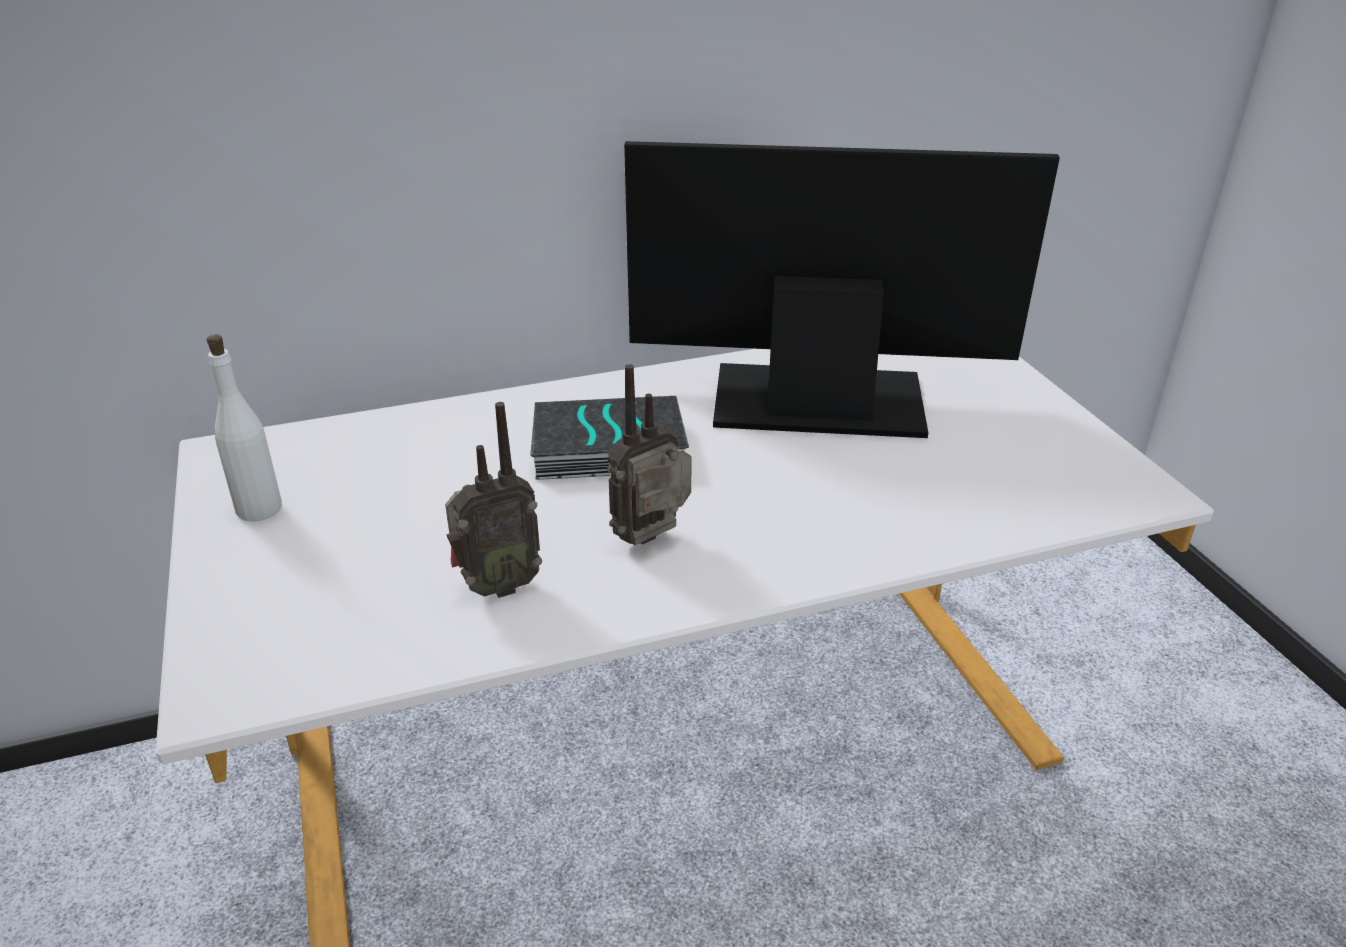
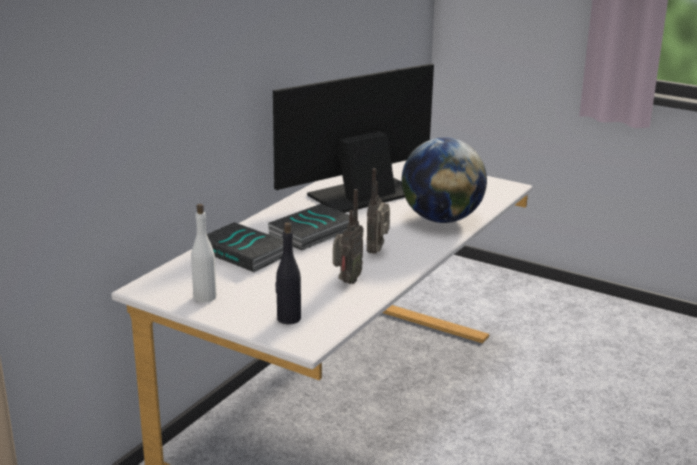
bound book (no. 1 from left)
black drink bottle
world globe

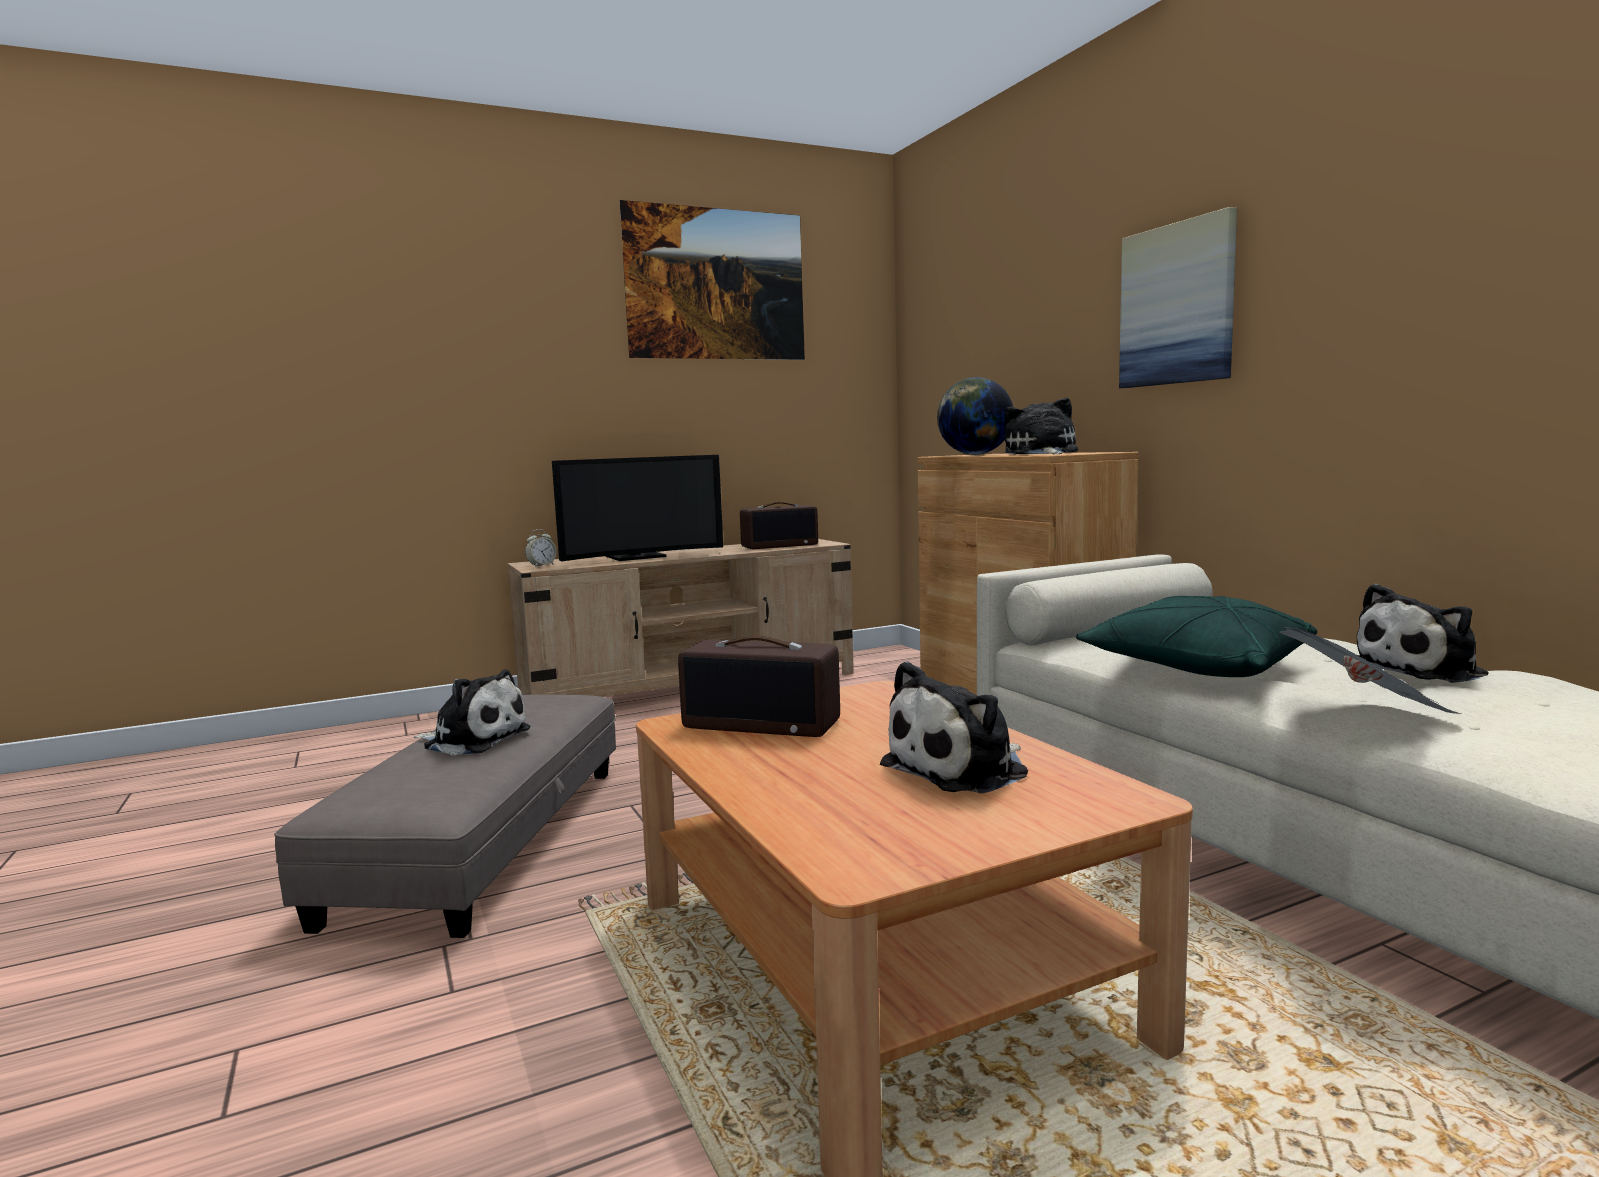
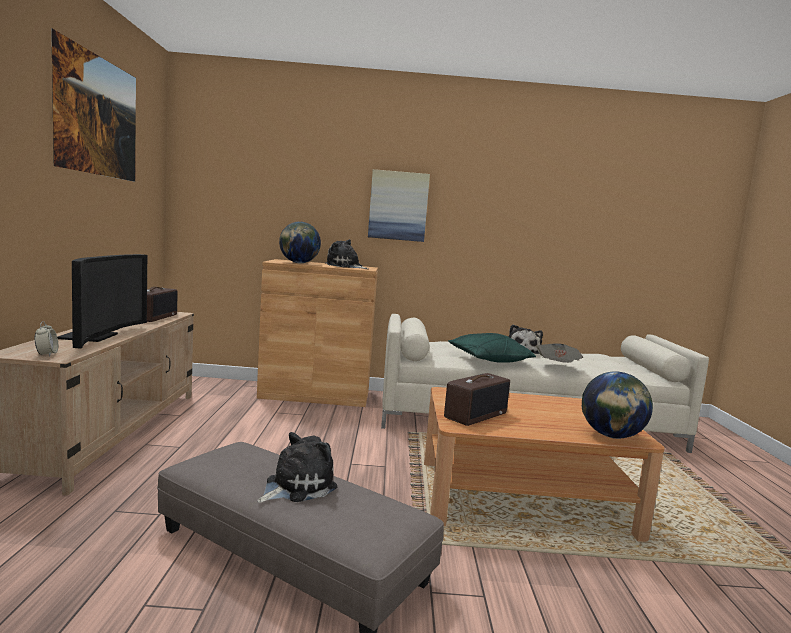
soft toy (no. 2 from left in the first image)
world globe (no. 2 from left)

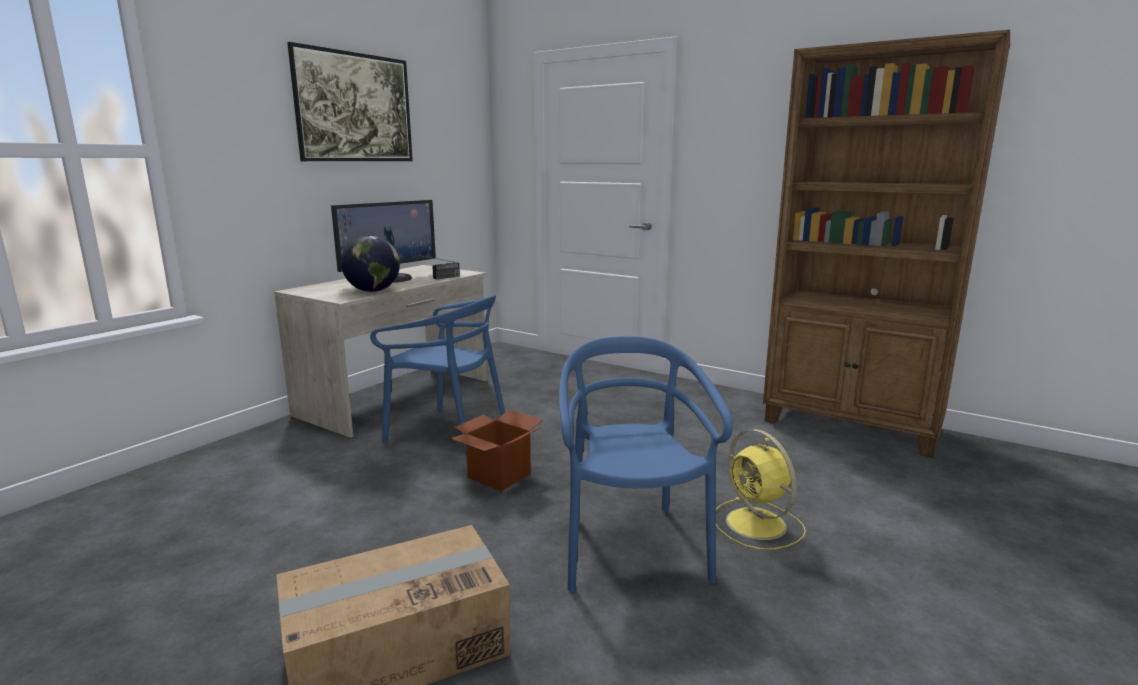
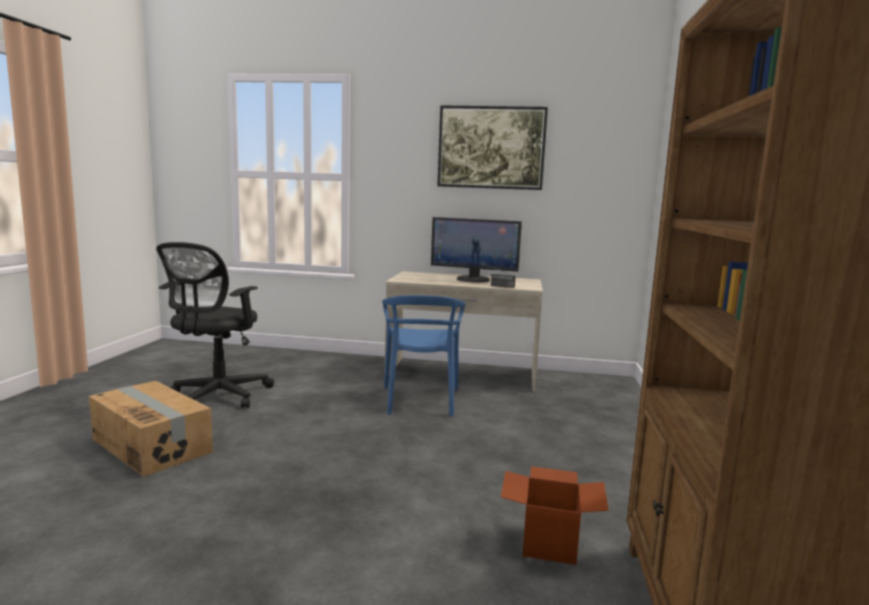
world globe
blue-coloured chair (no. 2 from left in the first image)
yellow-coloured electric fan
black desk chair
cardboard box (no. 2 from left)

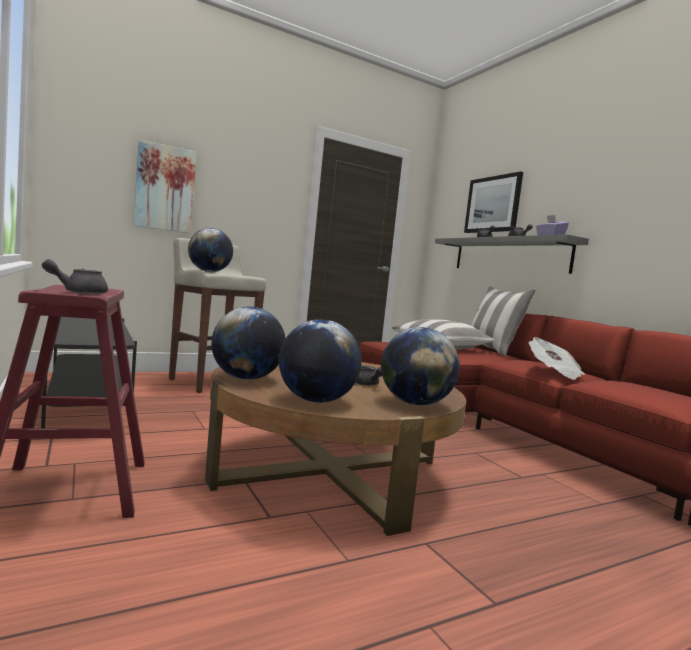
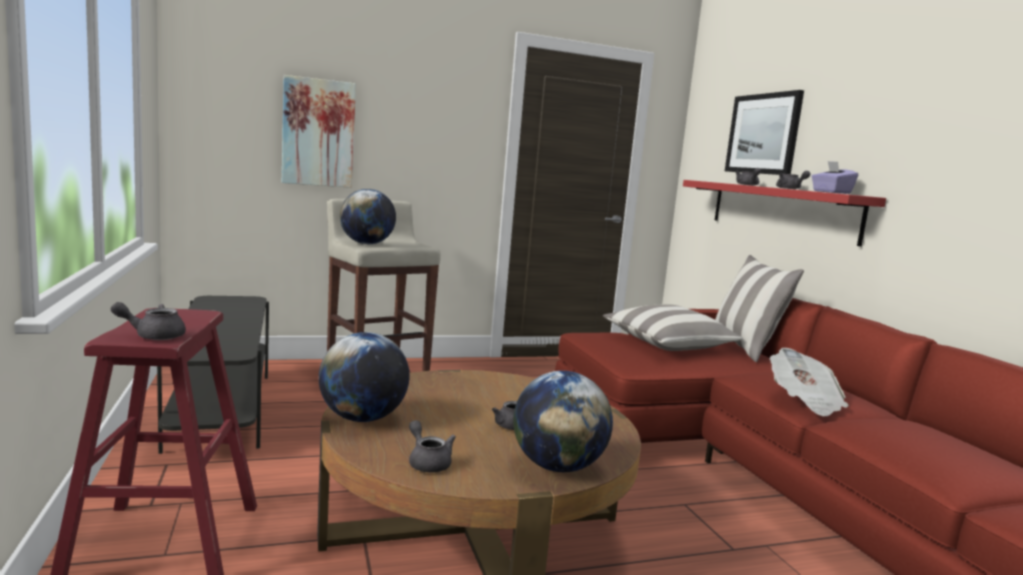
greyish teapot (no. 2 from left)
red-coloured shelf

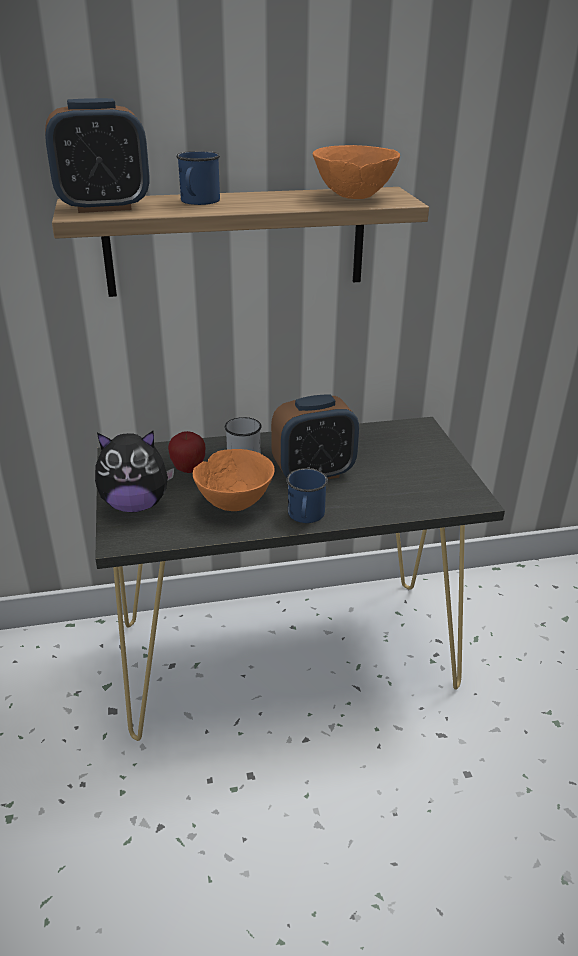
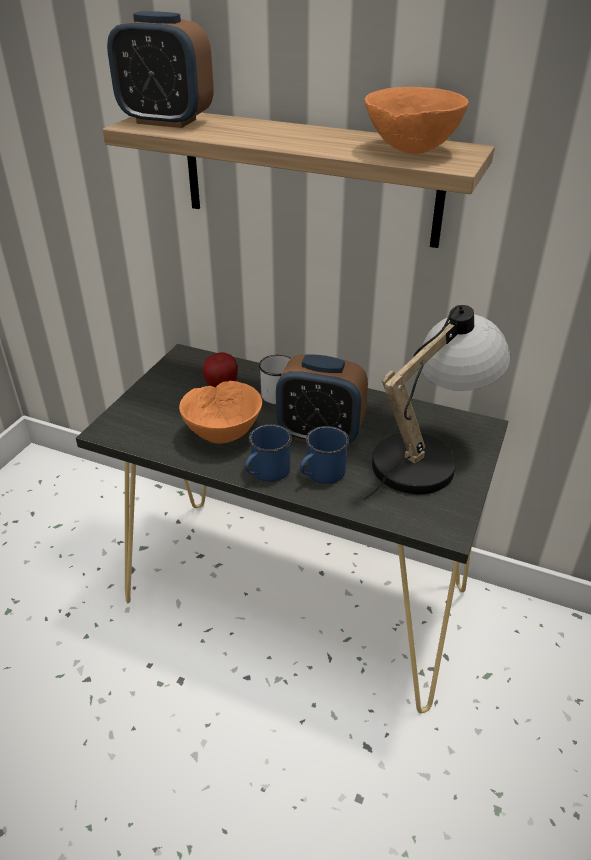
soft toy
table lamp
blue-coloured coffee mug (no. 2 from left)

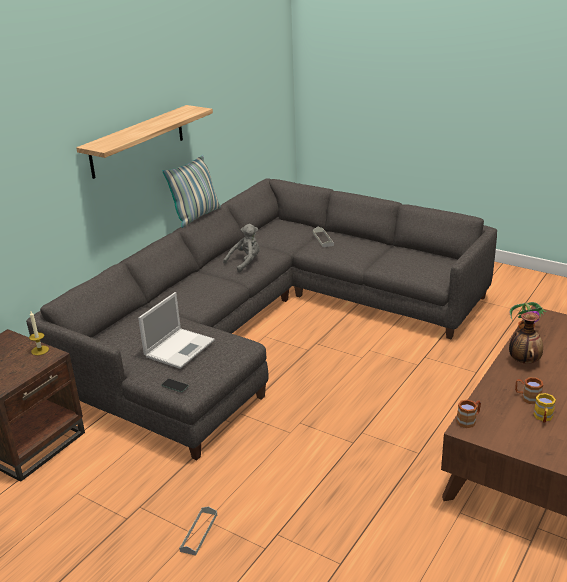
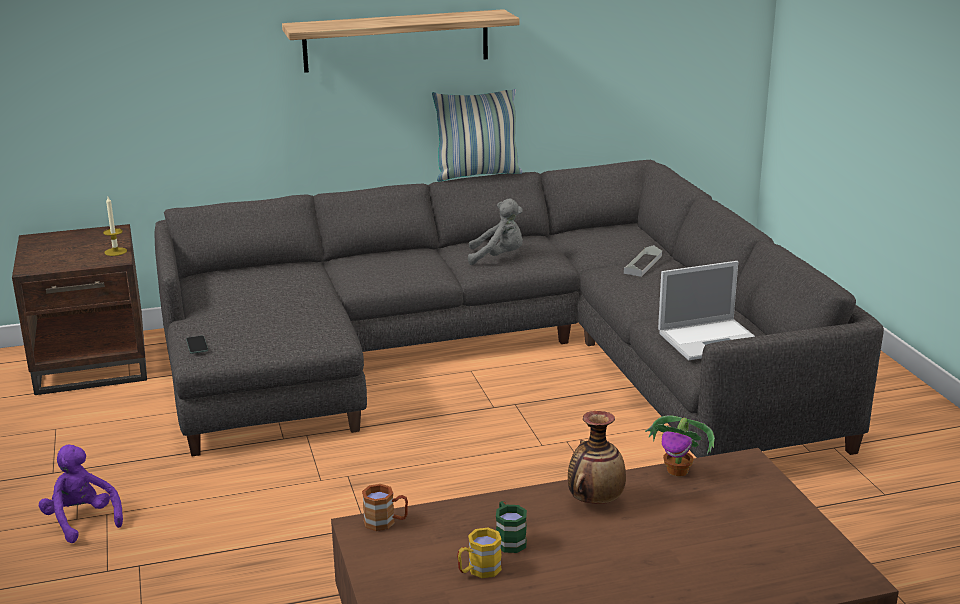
laptop
purplish soft toy
green coffee mug

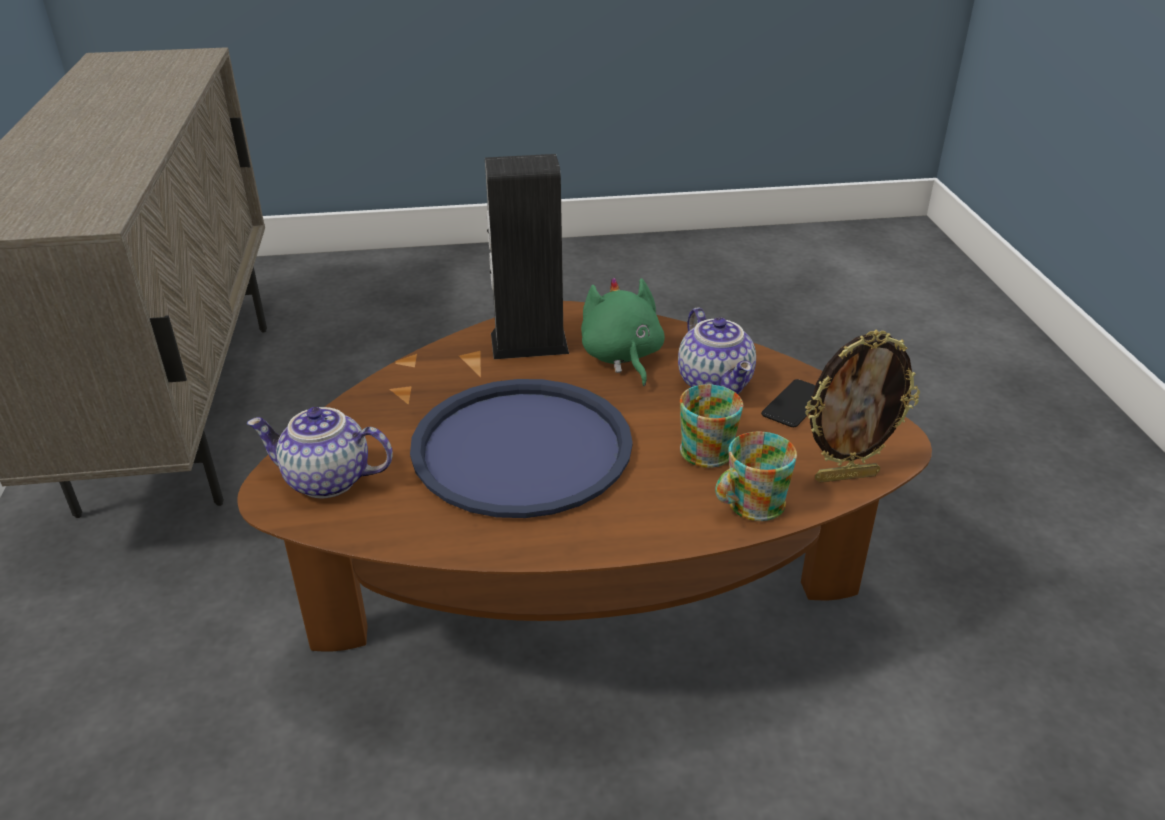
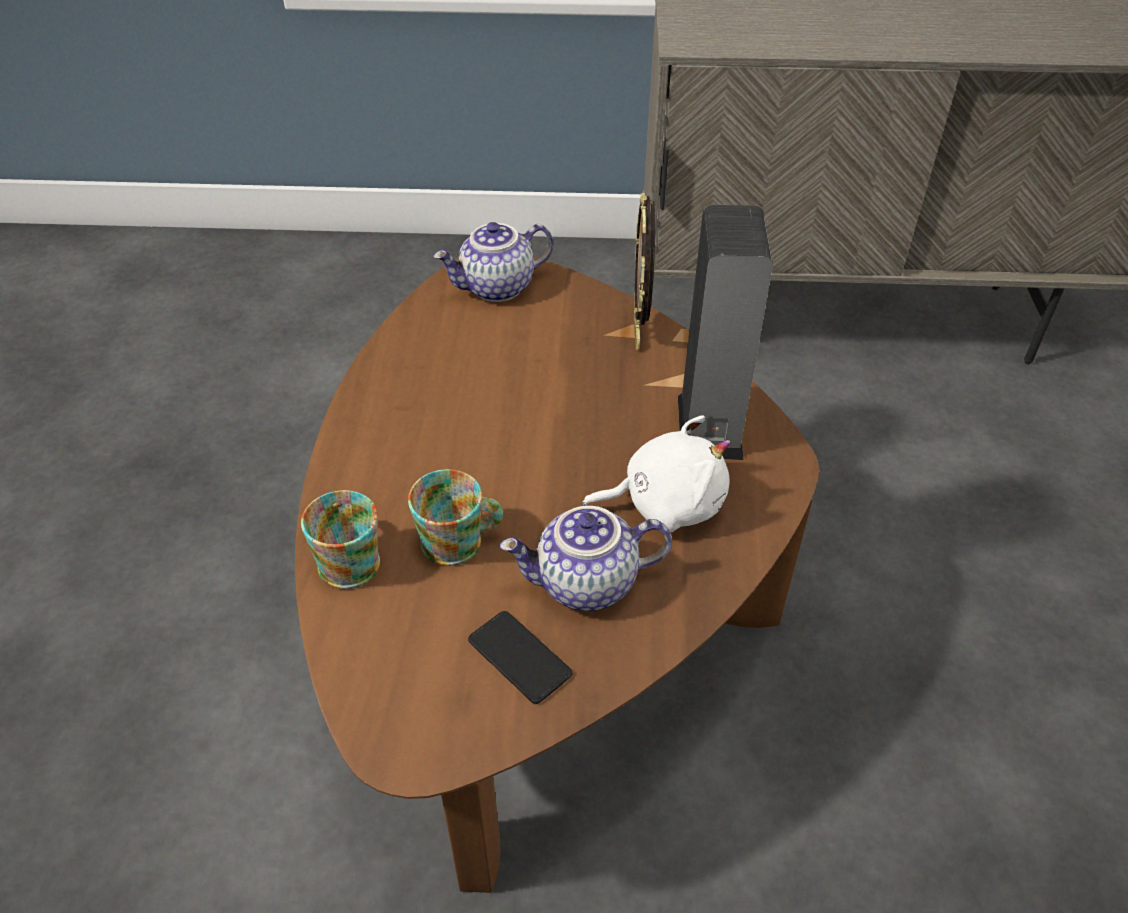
blue-coloured tray
photo frame
white-coloured soft toy
teapot (no. 1 from left)

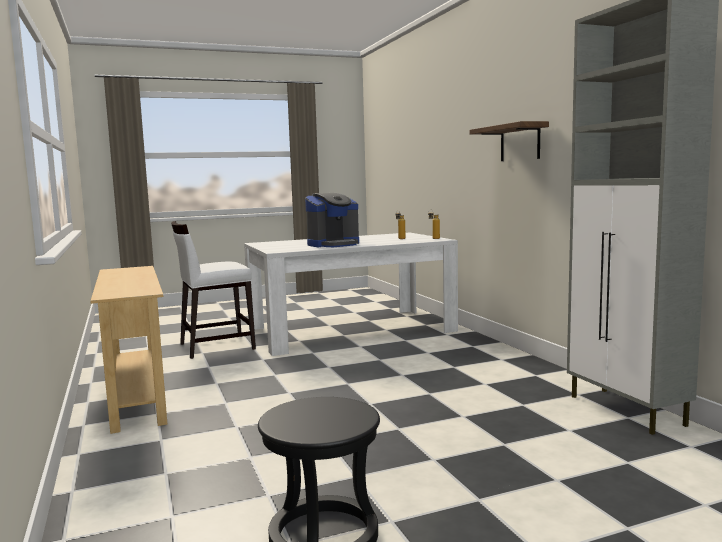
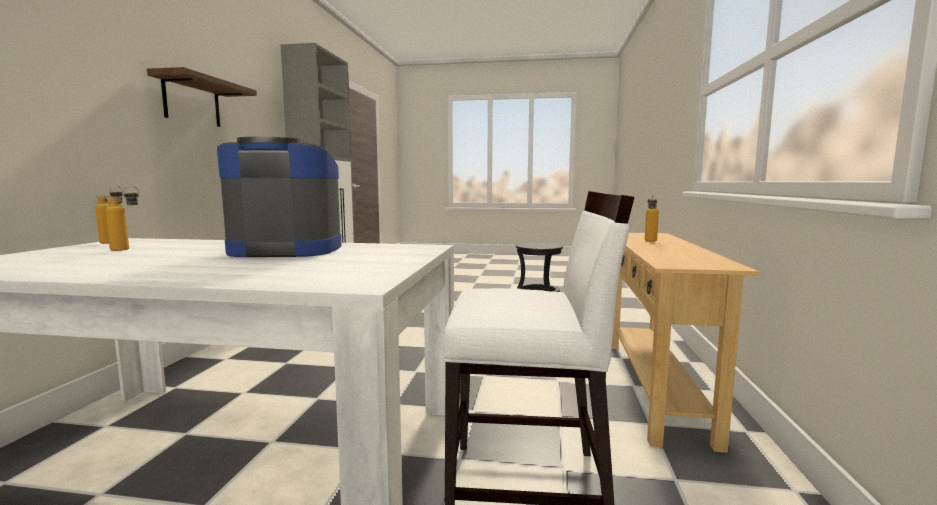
drink bottle (no. 3 from left)

